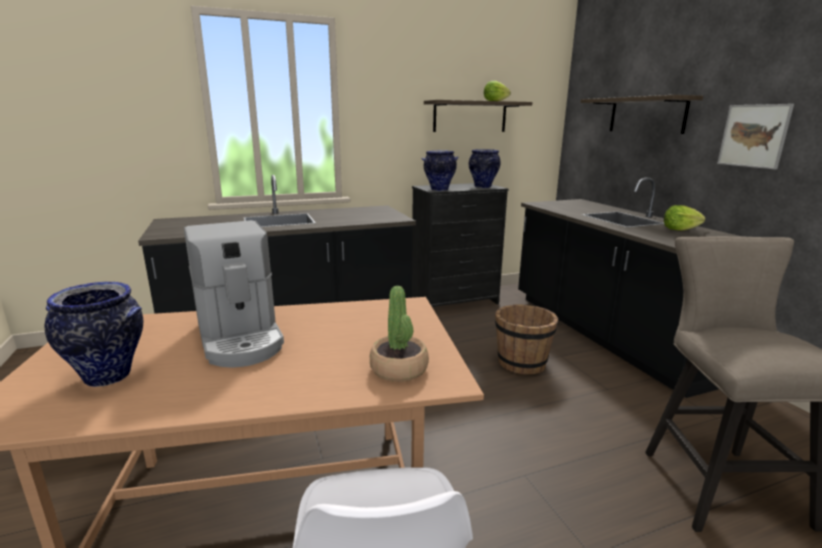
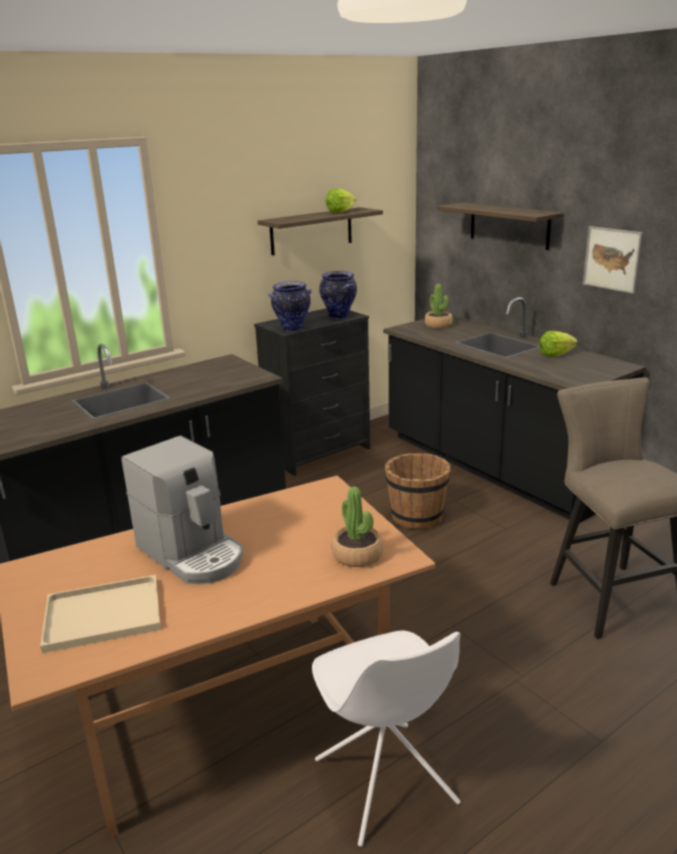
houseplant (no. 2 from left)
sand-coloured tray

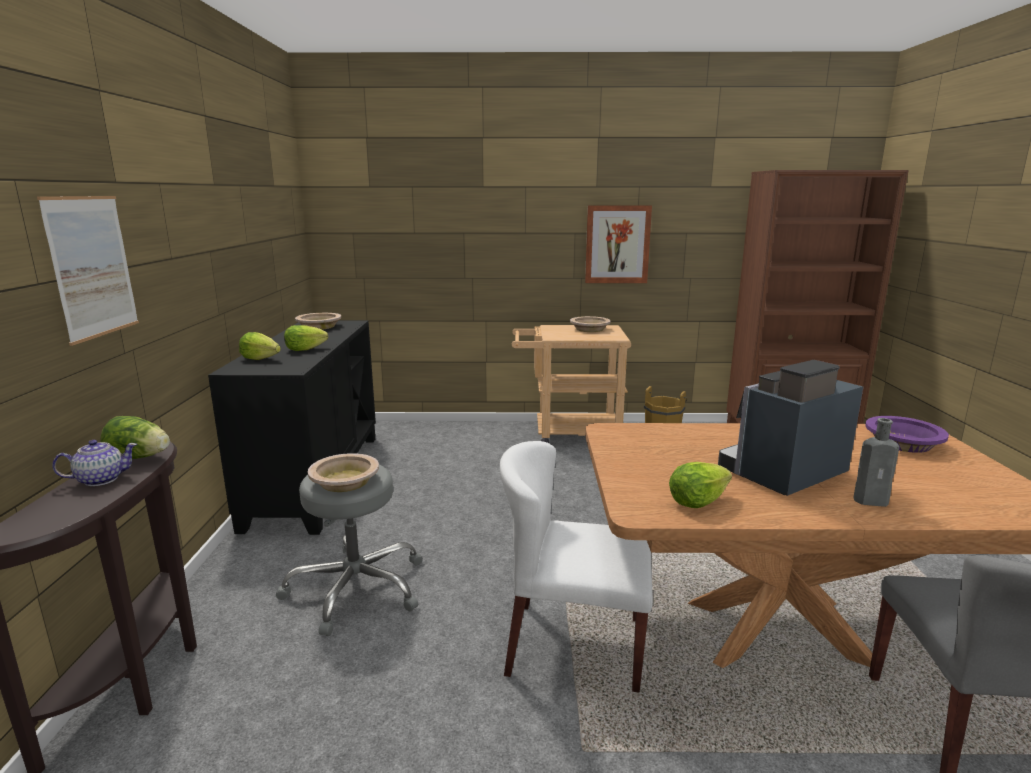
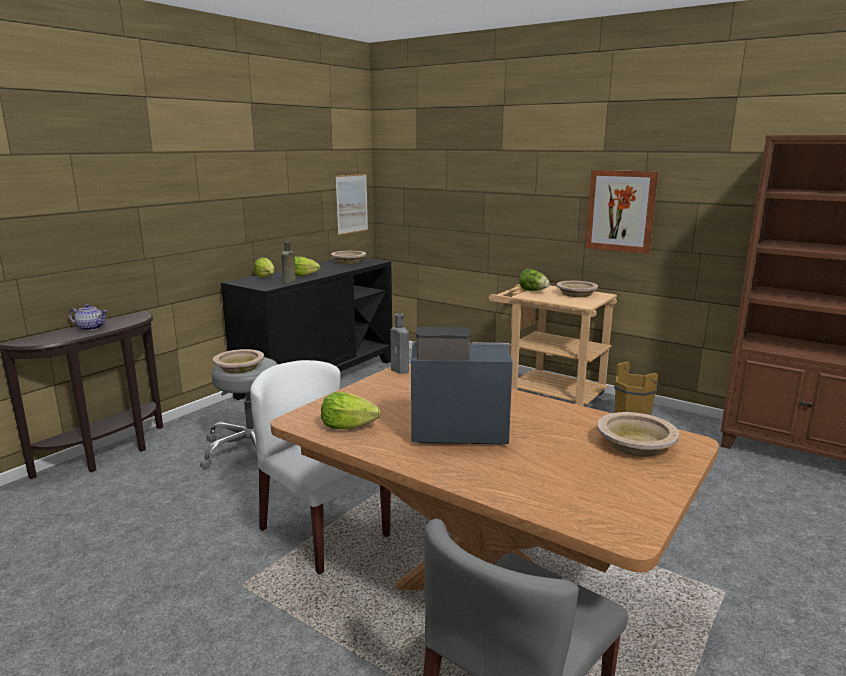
brownish drink bottle
wall picture (no. 1 from left)
head of lettuce (no. 4 from left)
greyish drink bottle
sand-coloured deep dish (no. 4 from left)

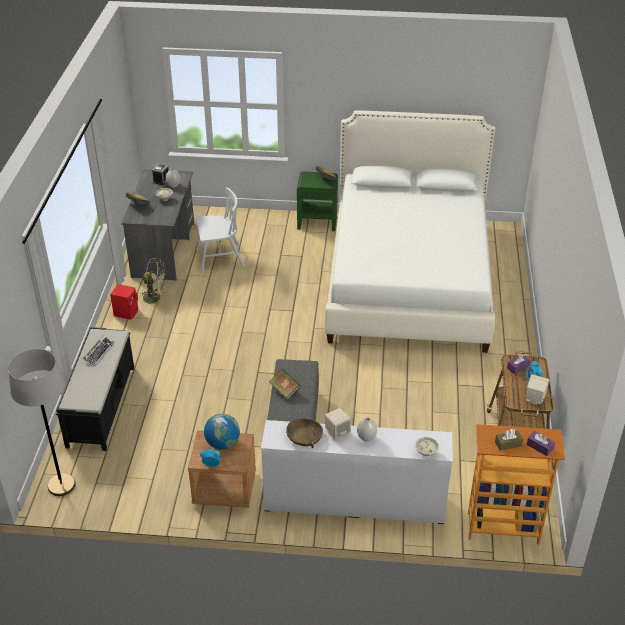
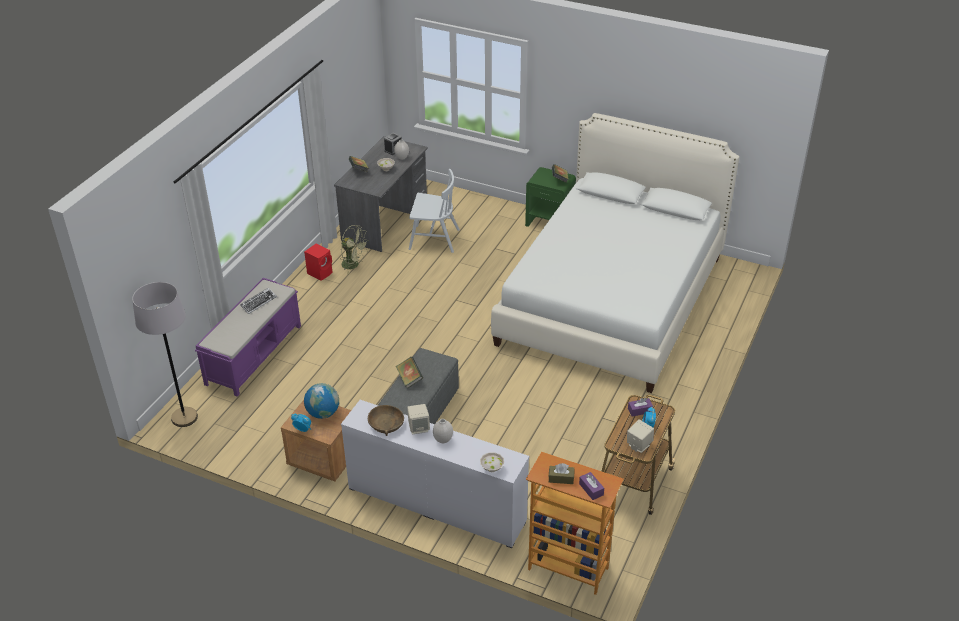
purplish long seat

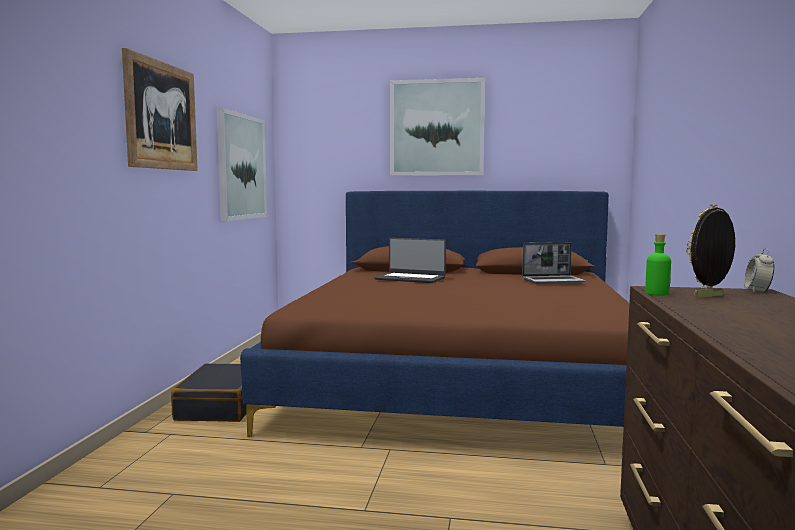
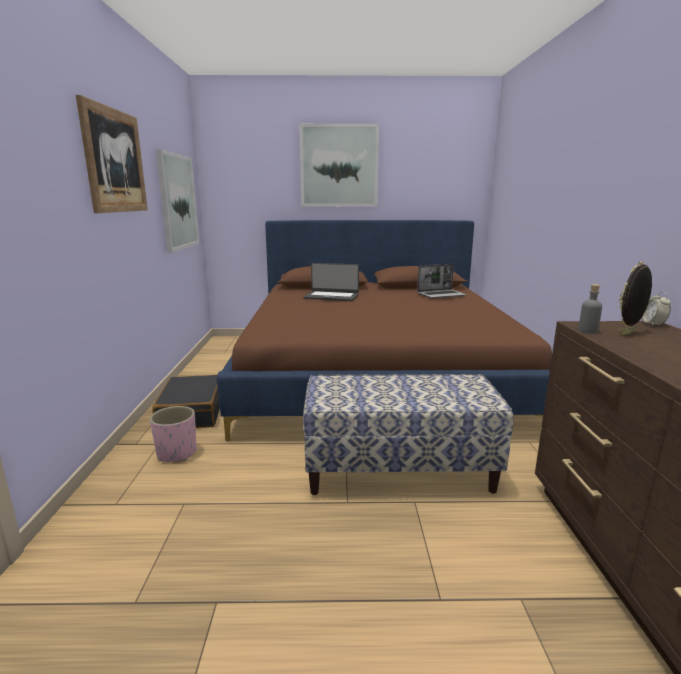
pink plant pot
long seat
greyish drink bottle

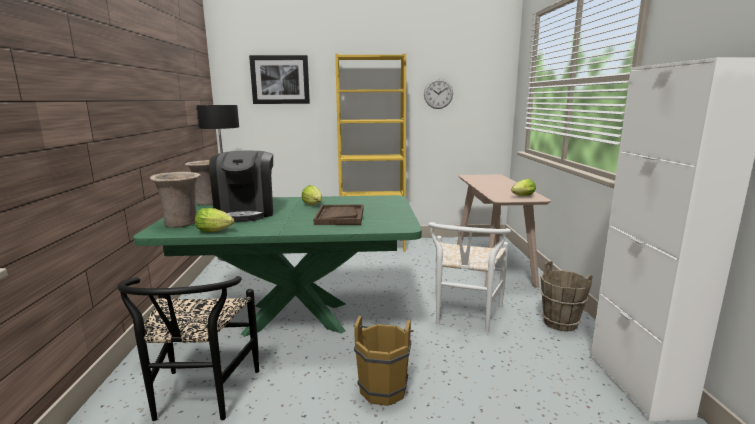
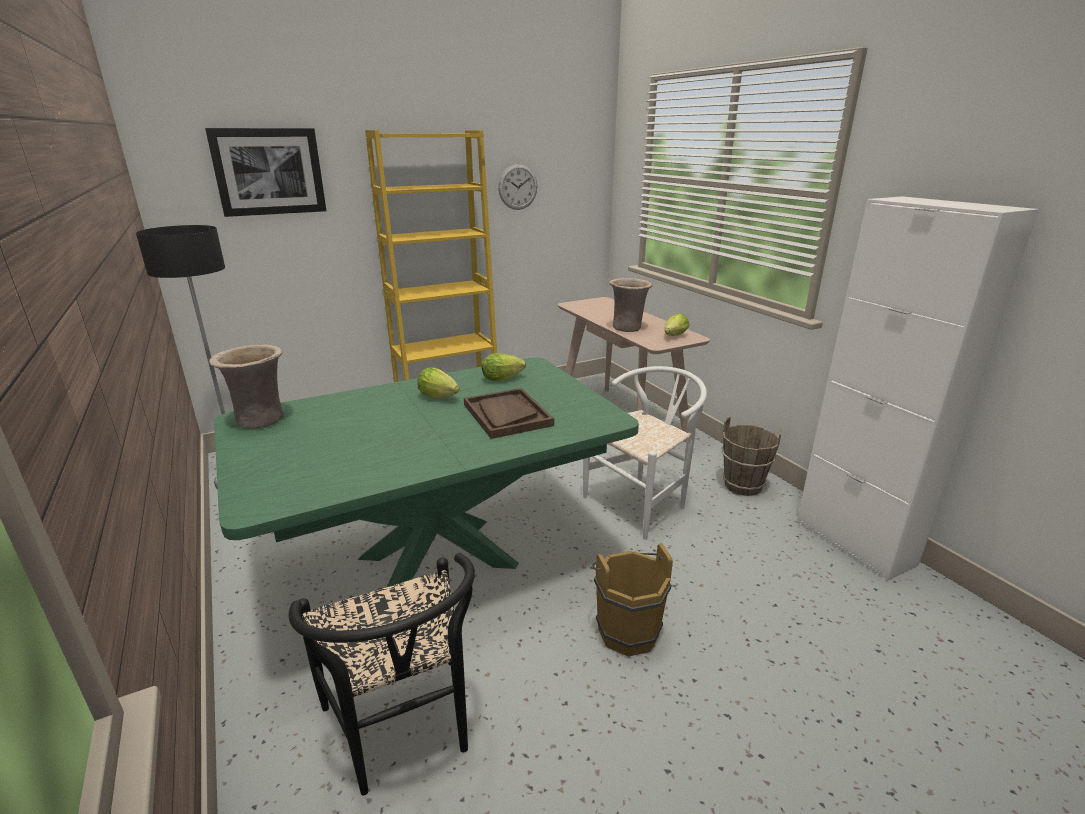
coffee machine
sand-coloured flower vase (no. 2 from left)
head of lettuce (no. 2 from left)
white-coloured chair

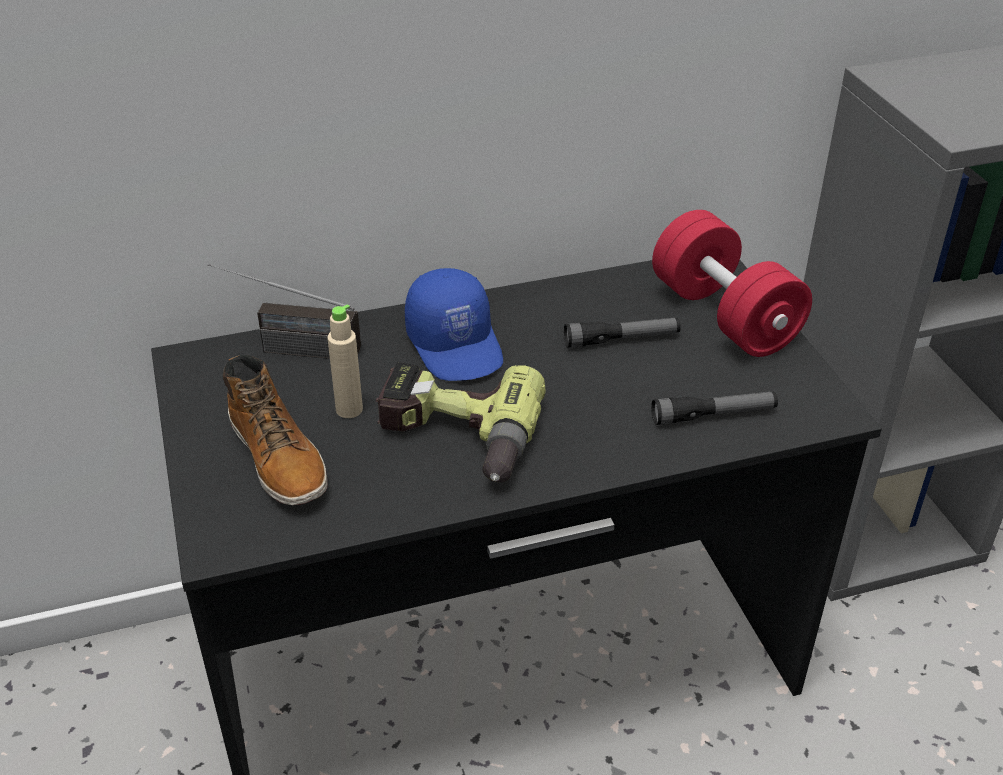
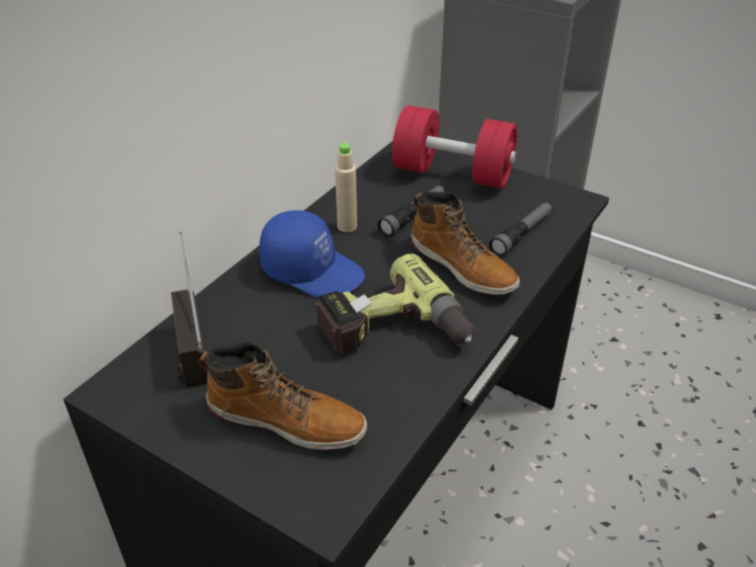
tall boot (no. 2 from left)
sand-coloured drink bottle
radio set

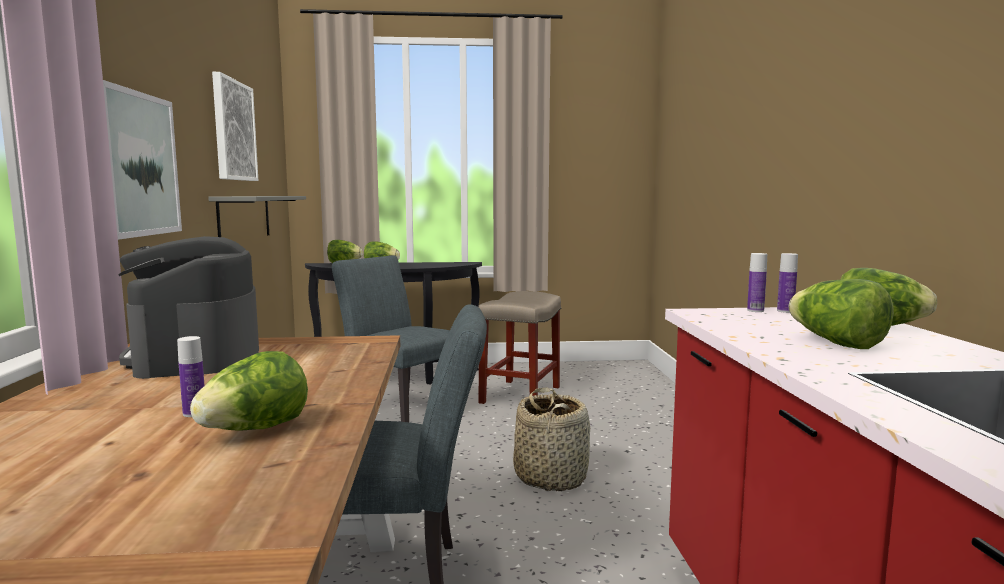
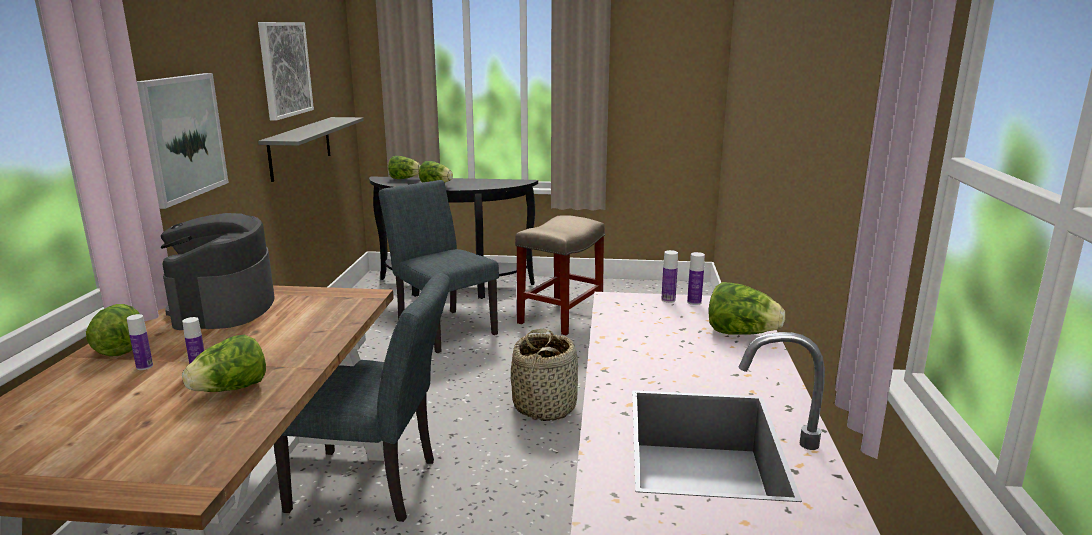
drink bottle (no. 1 from left)
head of lettuce (no. 1 from left)

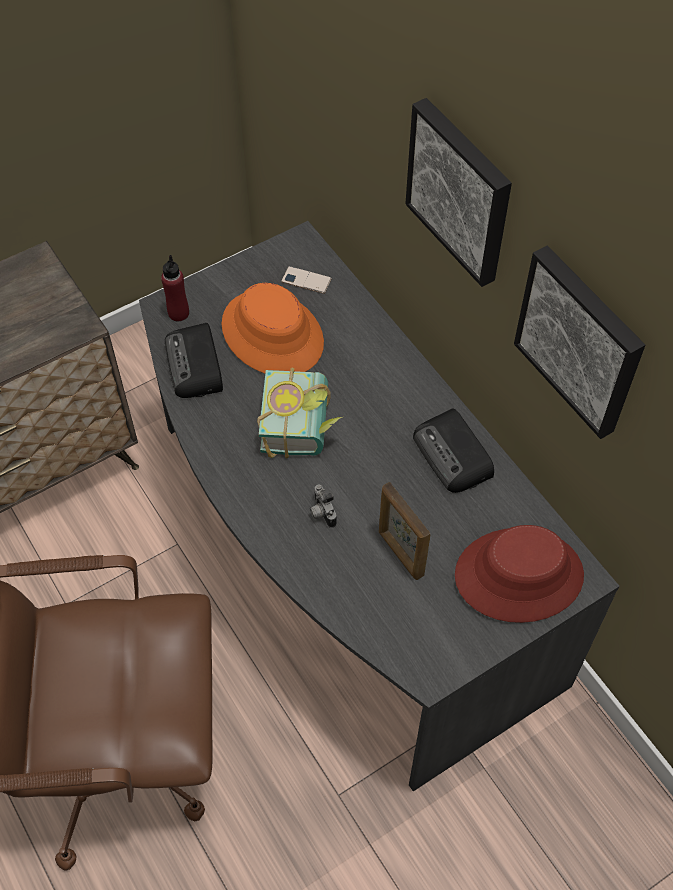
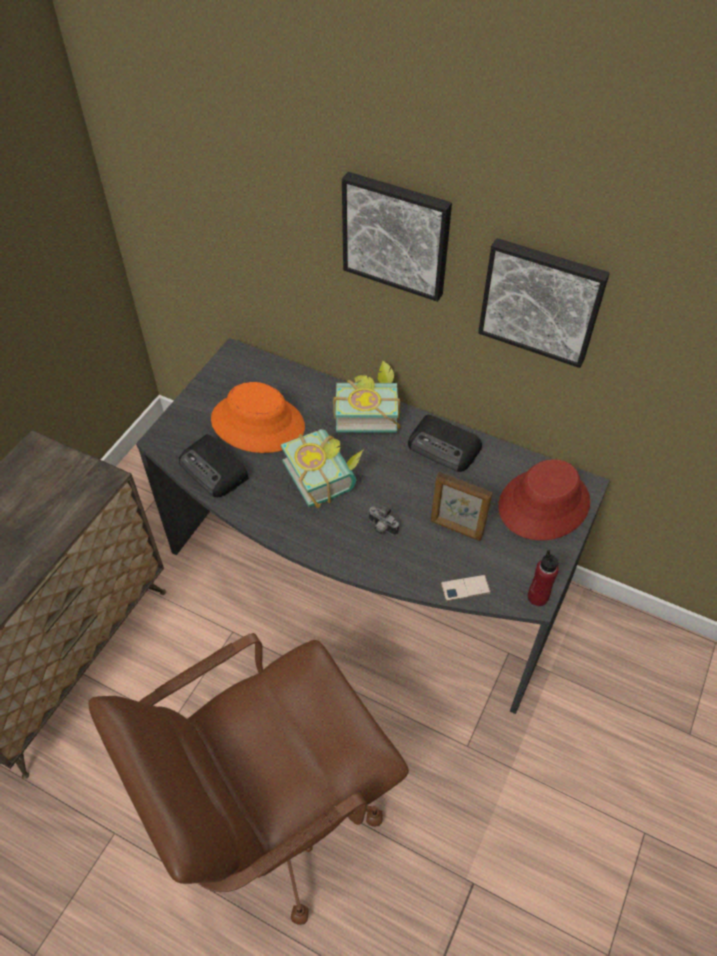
bound book (no. 2 from left)
red-coloured drink bottle
telephone

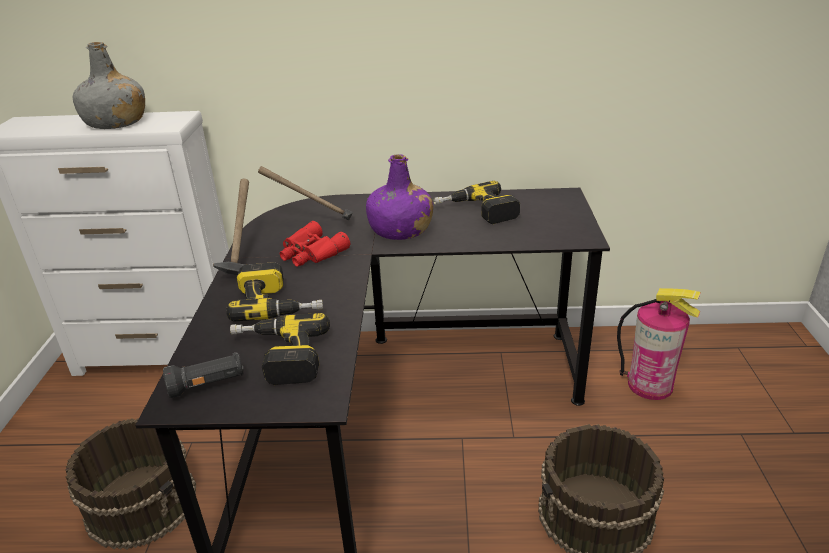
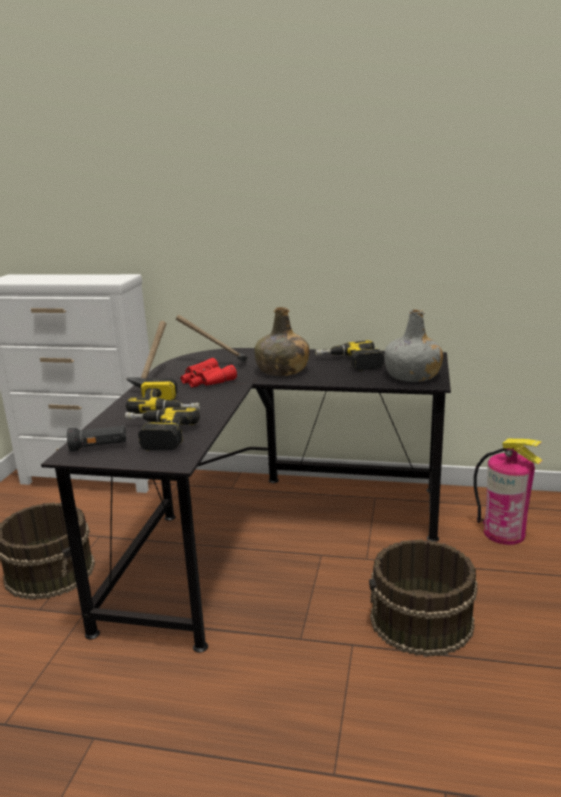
greyish drink bottle
green drink bottle

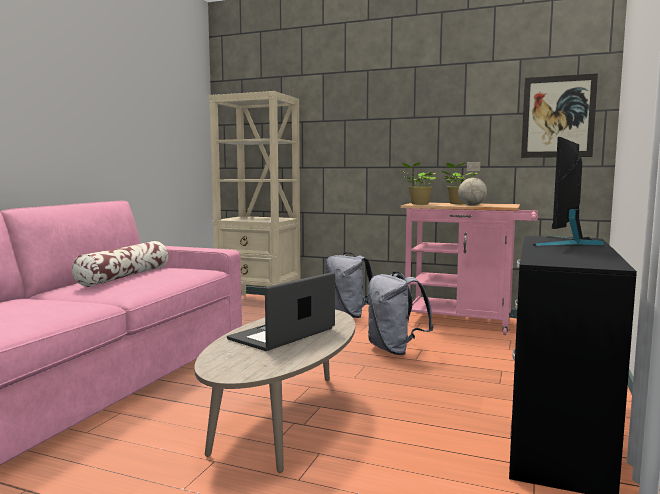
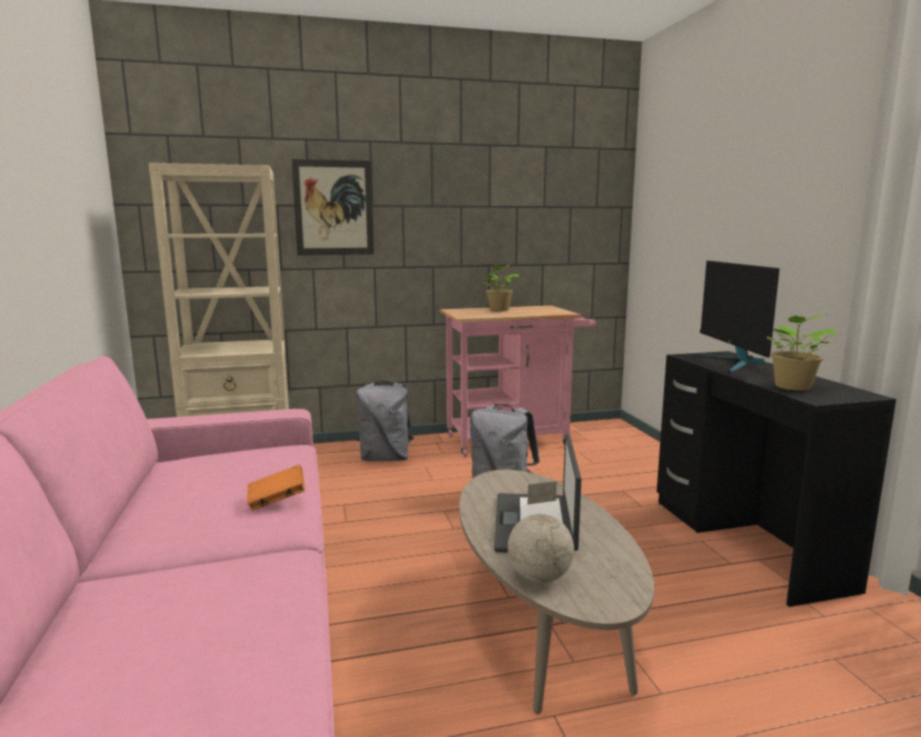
cushion
orangey bound book
houseplant (no. 2 from left)
world globe
wall picture

